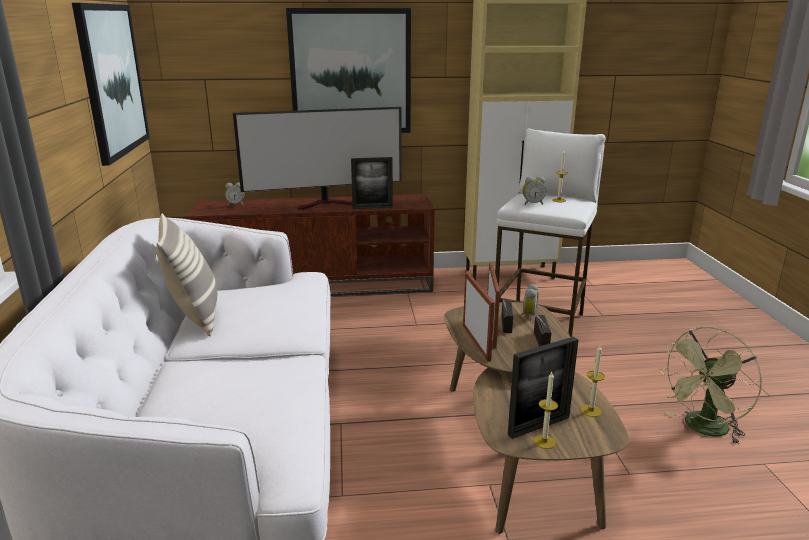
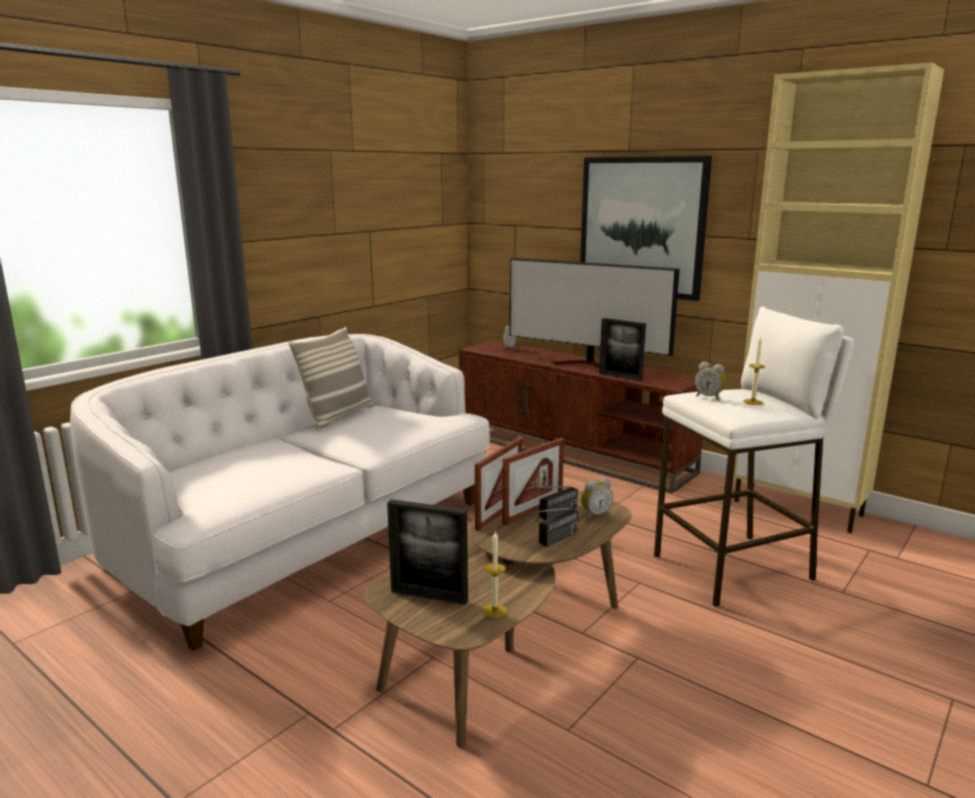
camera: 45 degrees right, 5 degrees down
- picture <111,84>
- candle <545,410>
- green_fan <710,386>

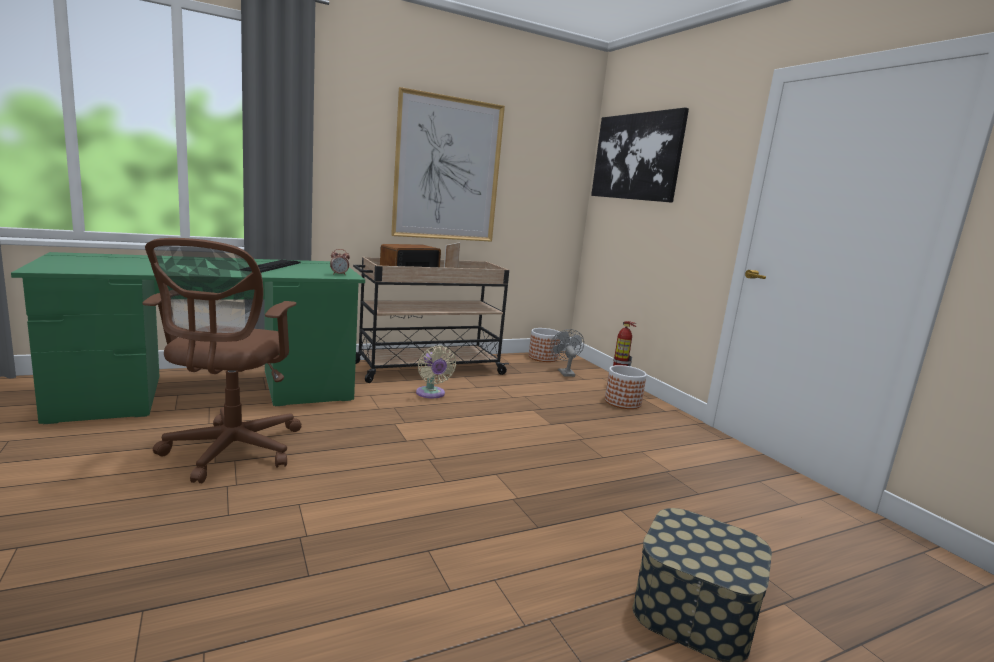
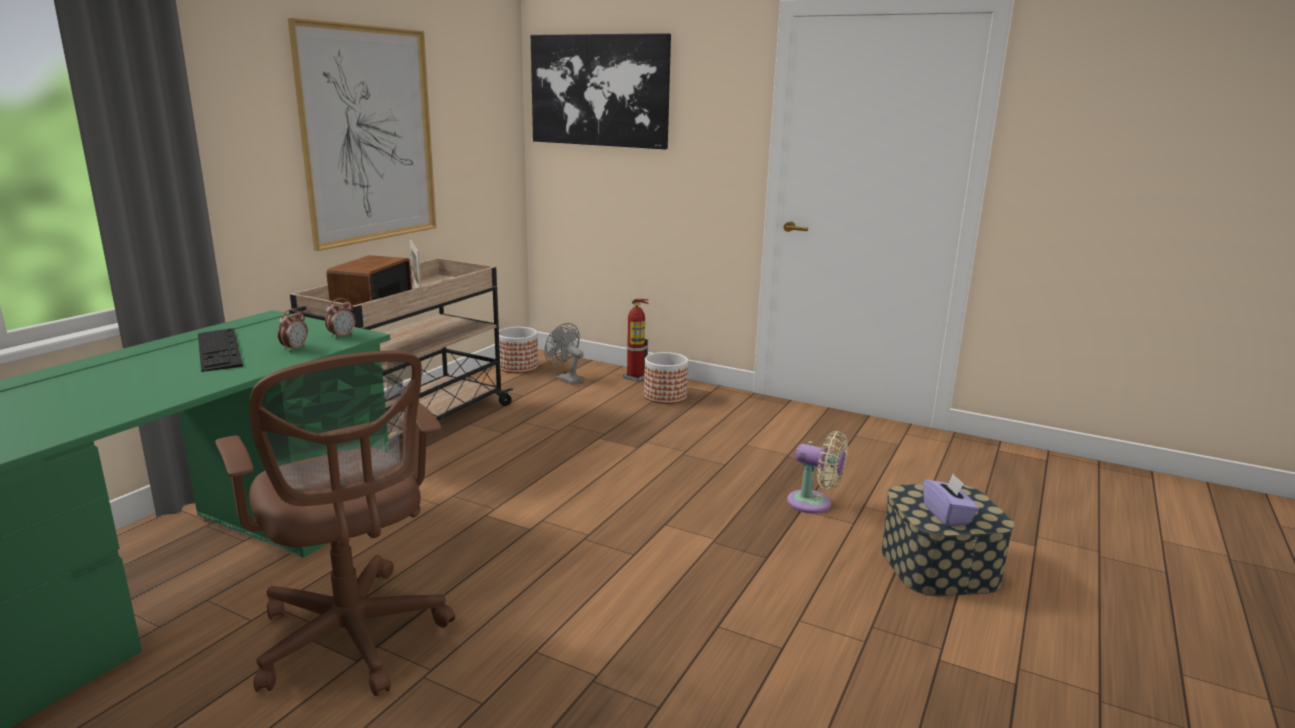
camera: 35 degrees left, 5 degrees up
~ beige_fan <436,371> to <817,472>
+ alarm_clock <293,330>
+ purple_tissue_box <951,500>

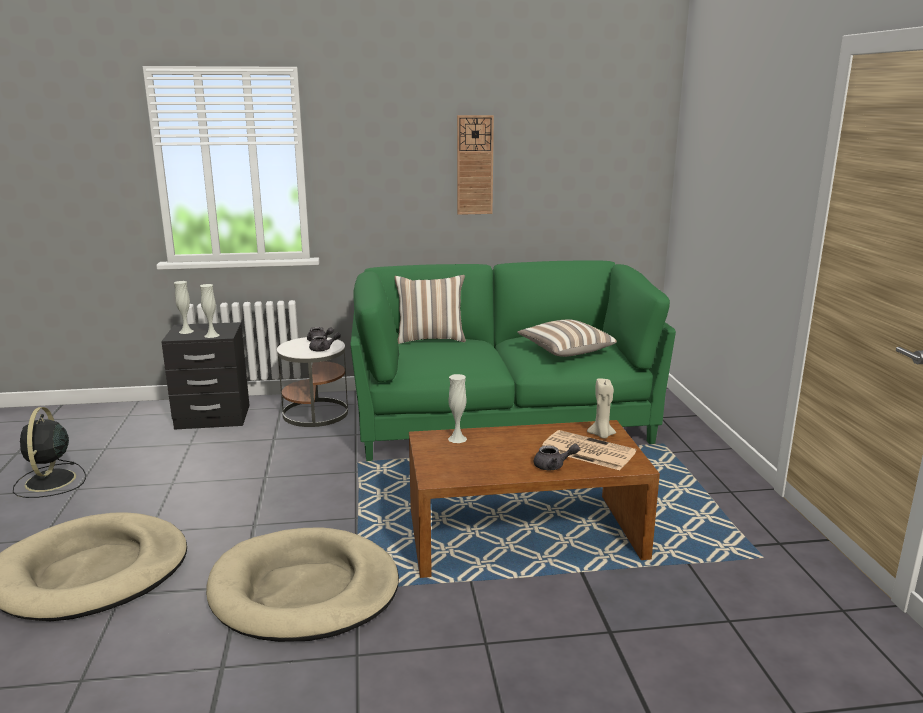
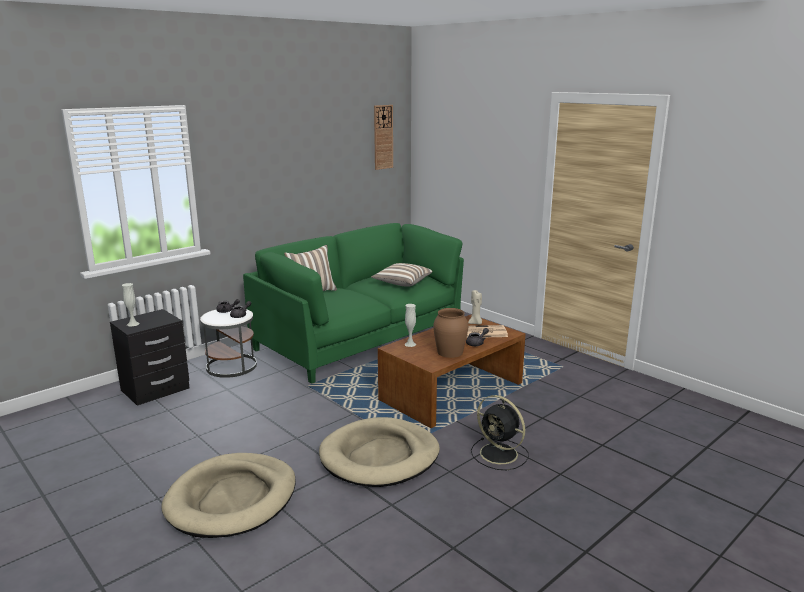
camera: 35 degrees left, 0 degrees up
~ black_fan <49,452> to <500,432>
- white_vase <210,311>
~ wall_clock <475,165> to <383,137>
+ brown_vase <450,333>

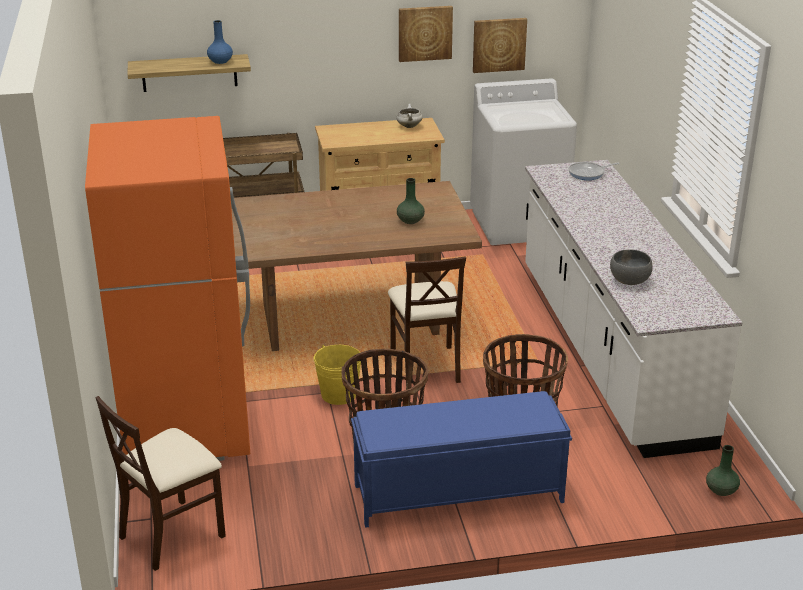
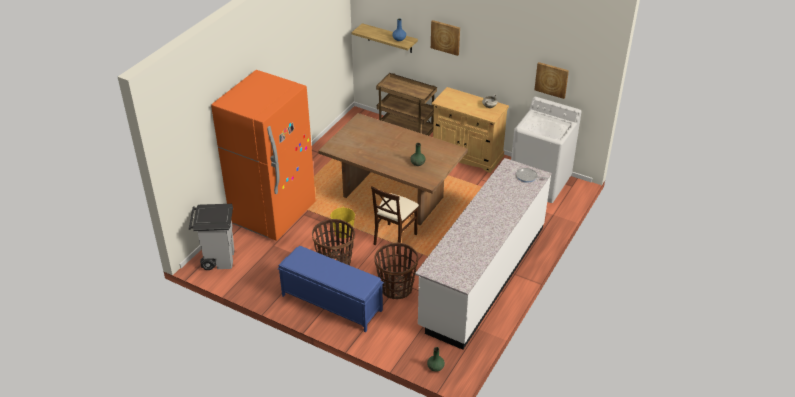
camera: 40 degrees right, 10 degrees up
~ beige_chair <160,483> to grey_trash_can <212,237>
~ picture <426,34> to <445,38>
- grey_bowl <631,267>

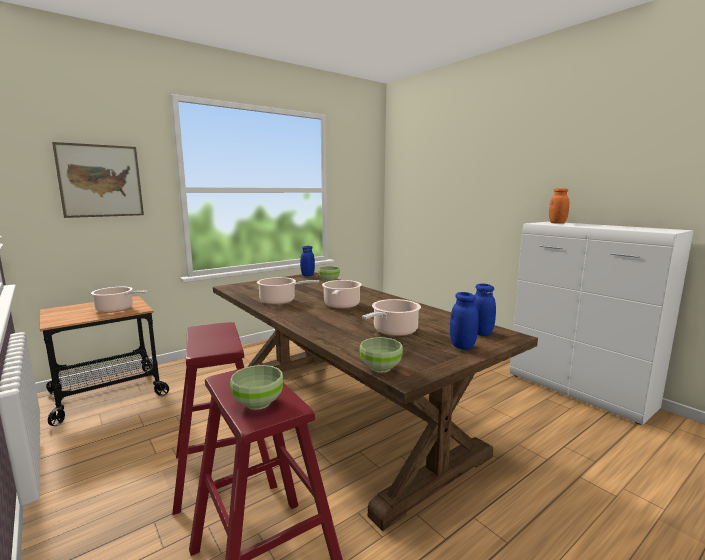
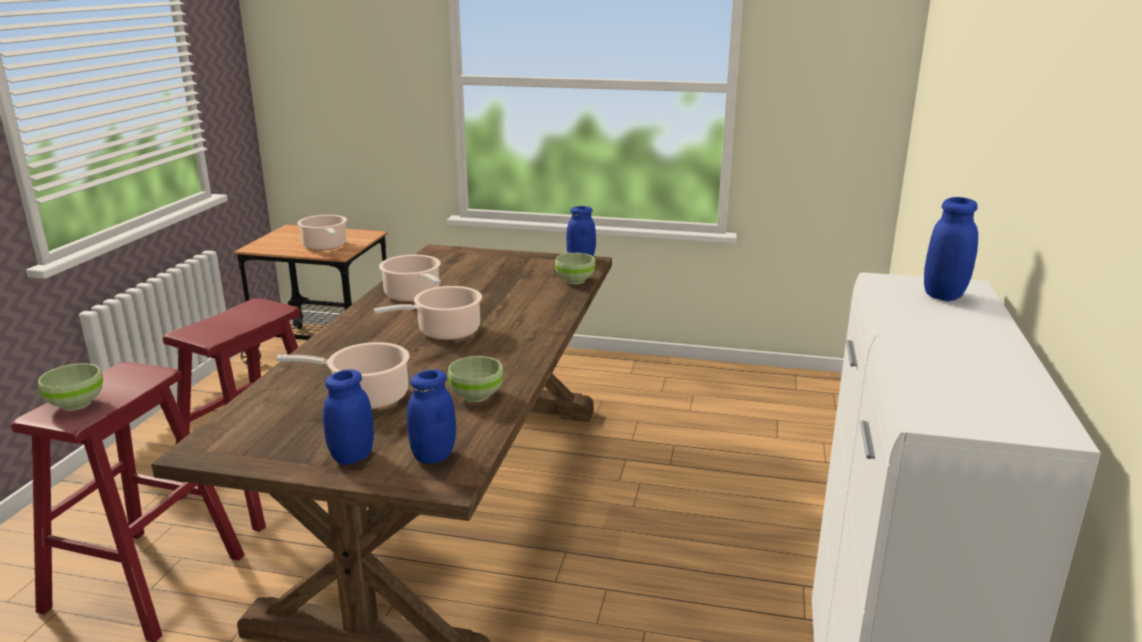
camera: 50 degrees right, 10 degrees up
- picture <98,180>
~ green_bowl <381,354> to <475,379>
~ orange_jar <559,206> to blue_jar <951,249>

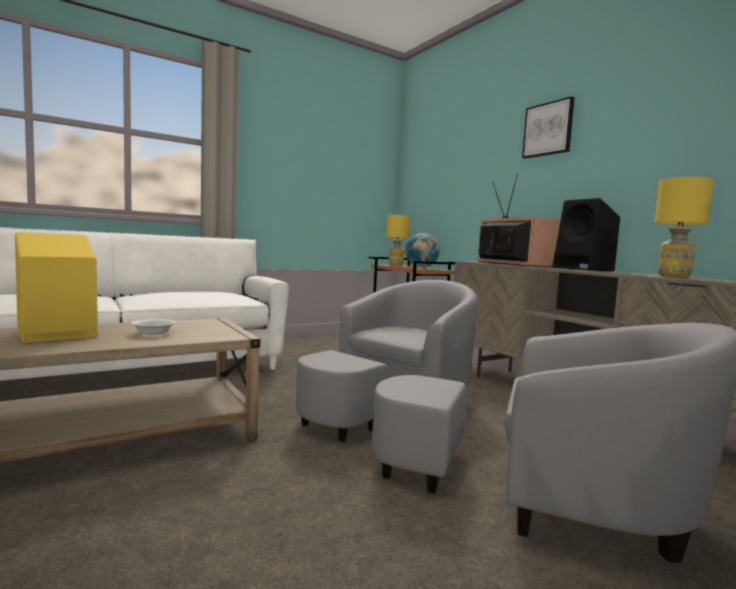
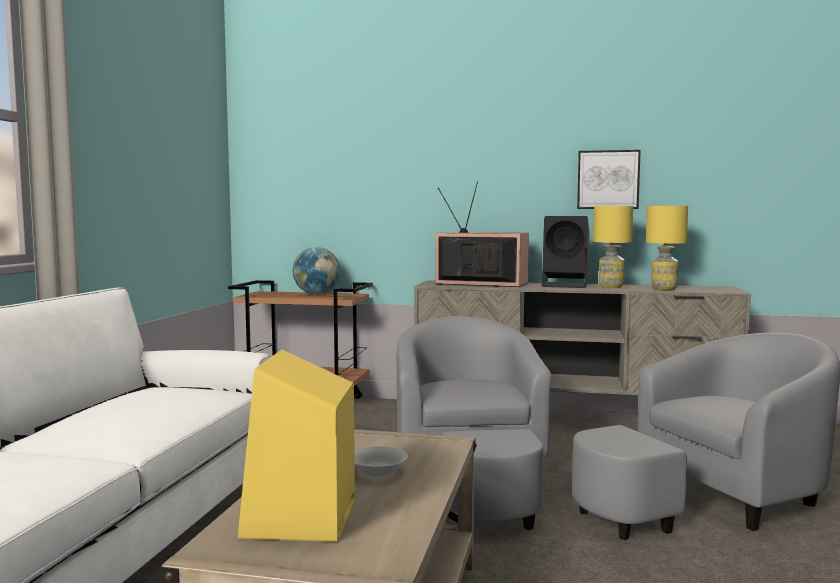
camera: 45 degrees left, 0 degrees up
~ yellow_table_lamp <398,240> to <613,247>
~ picture <548,127> to <609,179>

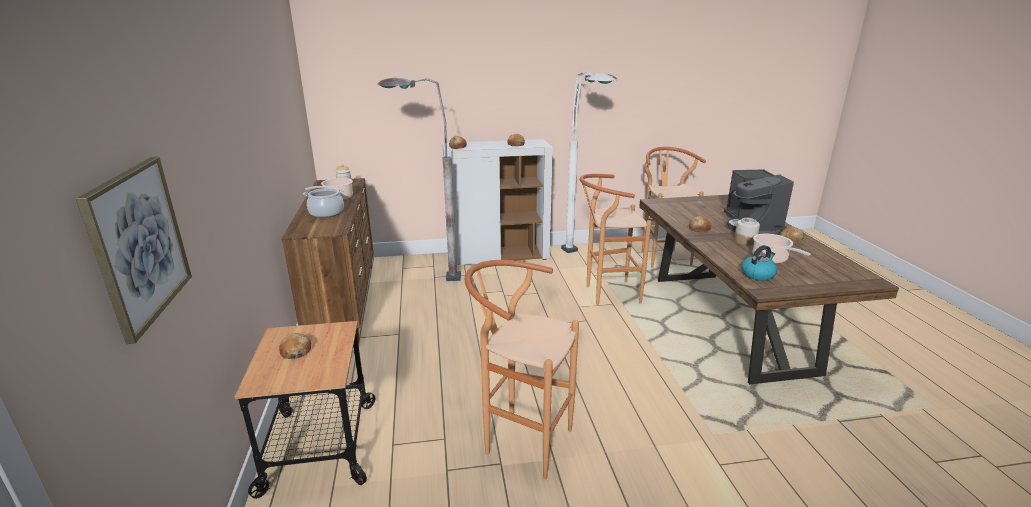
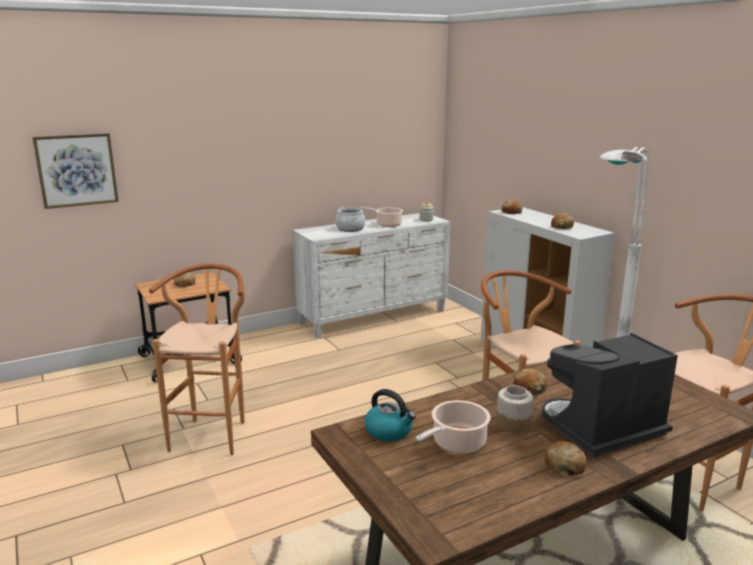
camera: 70 degrees right, 5 degrees down
~ brown_dresser <328,260> to white_dresser <371,276>
- grey_floor_lamp <419,179>

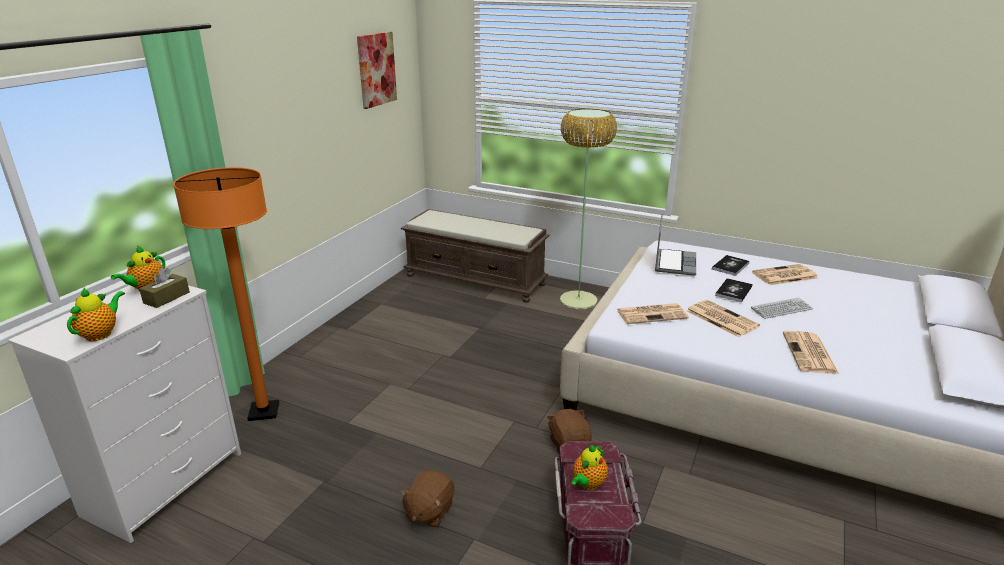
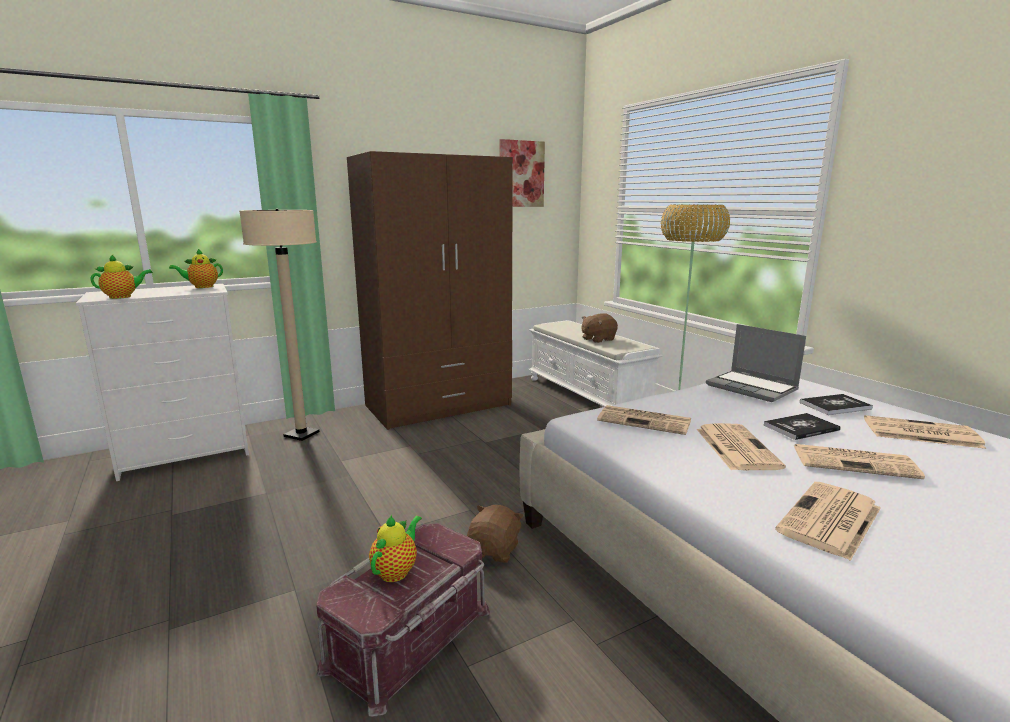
camera: 35 degrees right, 10 degrees down
- brown_tissue_box <164,288>
~ orange_floor_lamp <226,294> to beige_floor_lamp <279,325>
~ brown_plush_toy <427,499> to <599,328>
~ brown_bench <475,256> to white_bench <595,363>
~ teapot <589,467> = <395,548> 135 degrees clockwise
~ laptop <675,245> = <756,363> 90 degrees clockwise
~ keyboard <782,308> to newspaper <859,461>
+ brown_wardrobe <430,290>

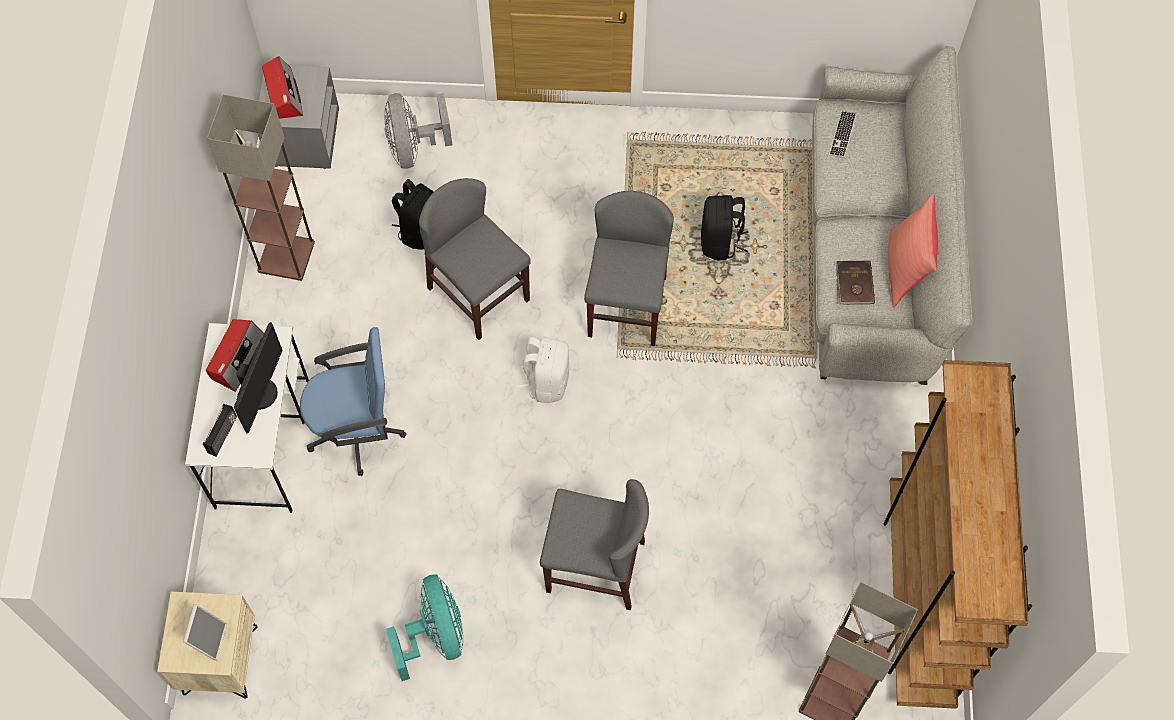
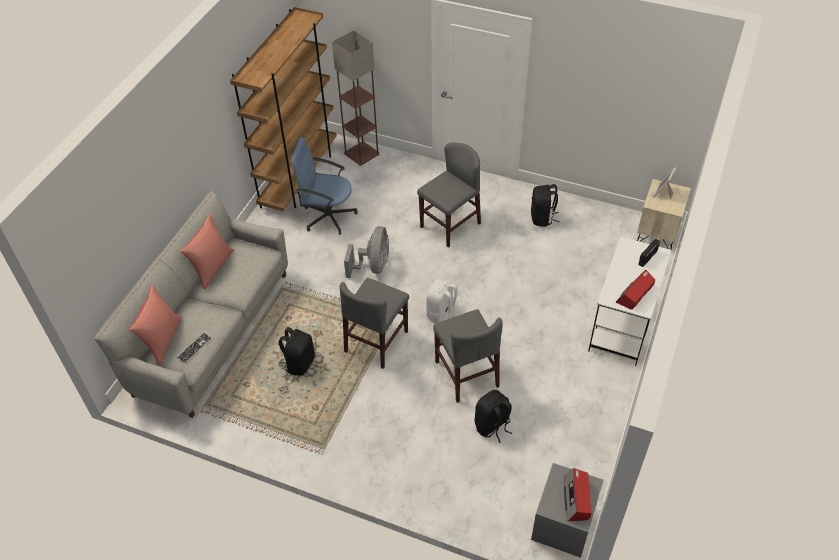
camera: 160 degrees left, 15 degrees down
- floor_lamp <261,187>
- monitor <258,378>
~ blue_office_chair <353,401> to <324,186>
~ grey_fan <418,130> to <366,252>
~ turquoise_fan <424,627> to black_backpack <545,205>
~ grey_chair <594,544> = <449,194> 105 degrees clockwise
- brown_book <855,283>
+ red_pillow <155,324>

